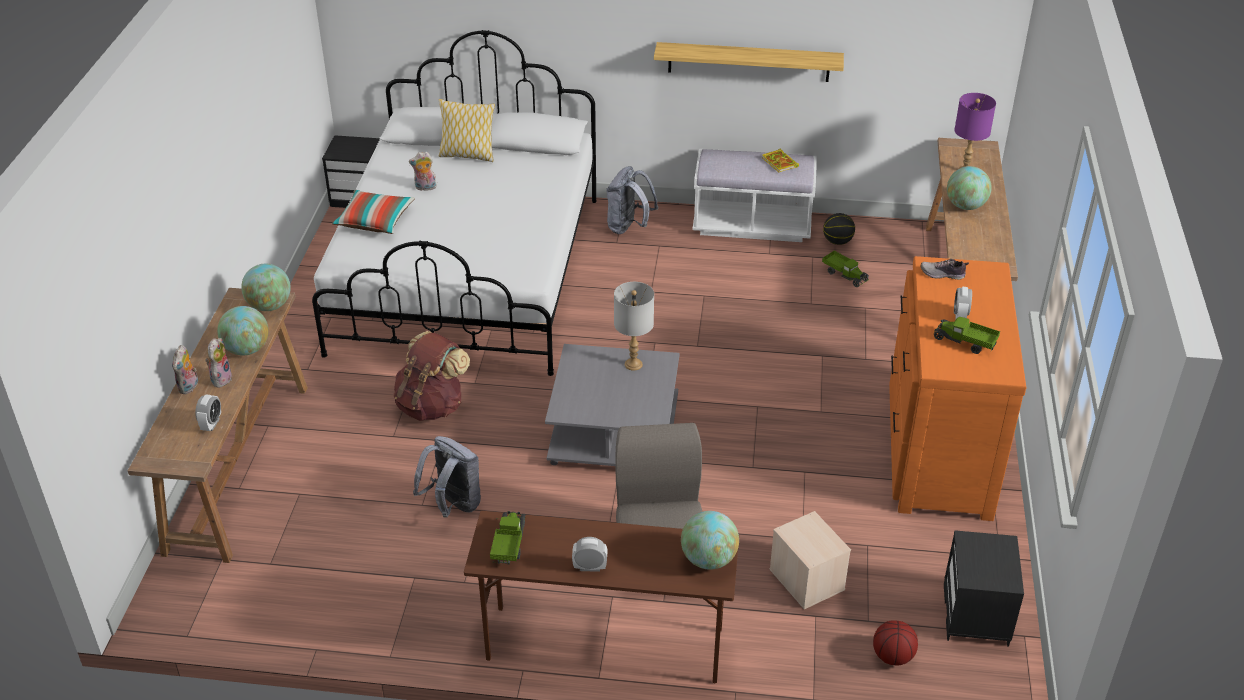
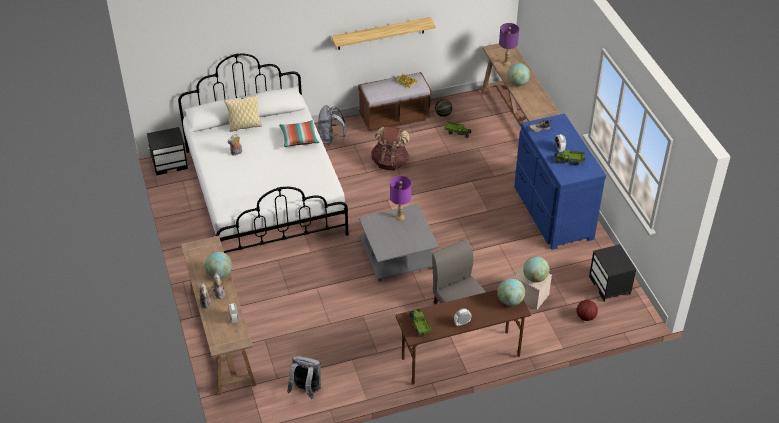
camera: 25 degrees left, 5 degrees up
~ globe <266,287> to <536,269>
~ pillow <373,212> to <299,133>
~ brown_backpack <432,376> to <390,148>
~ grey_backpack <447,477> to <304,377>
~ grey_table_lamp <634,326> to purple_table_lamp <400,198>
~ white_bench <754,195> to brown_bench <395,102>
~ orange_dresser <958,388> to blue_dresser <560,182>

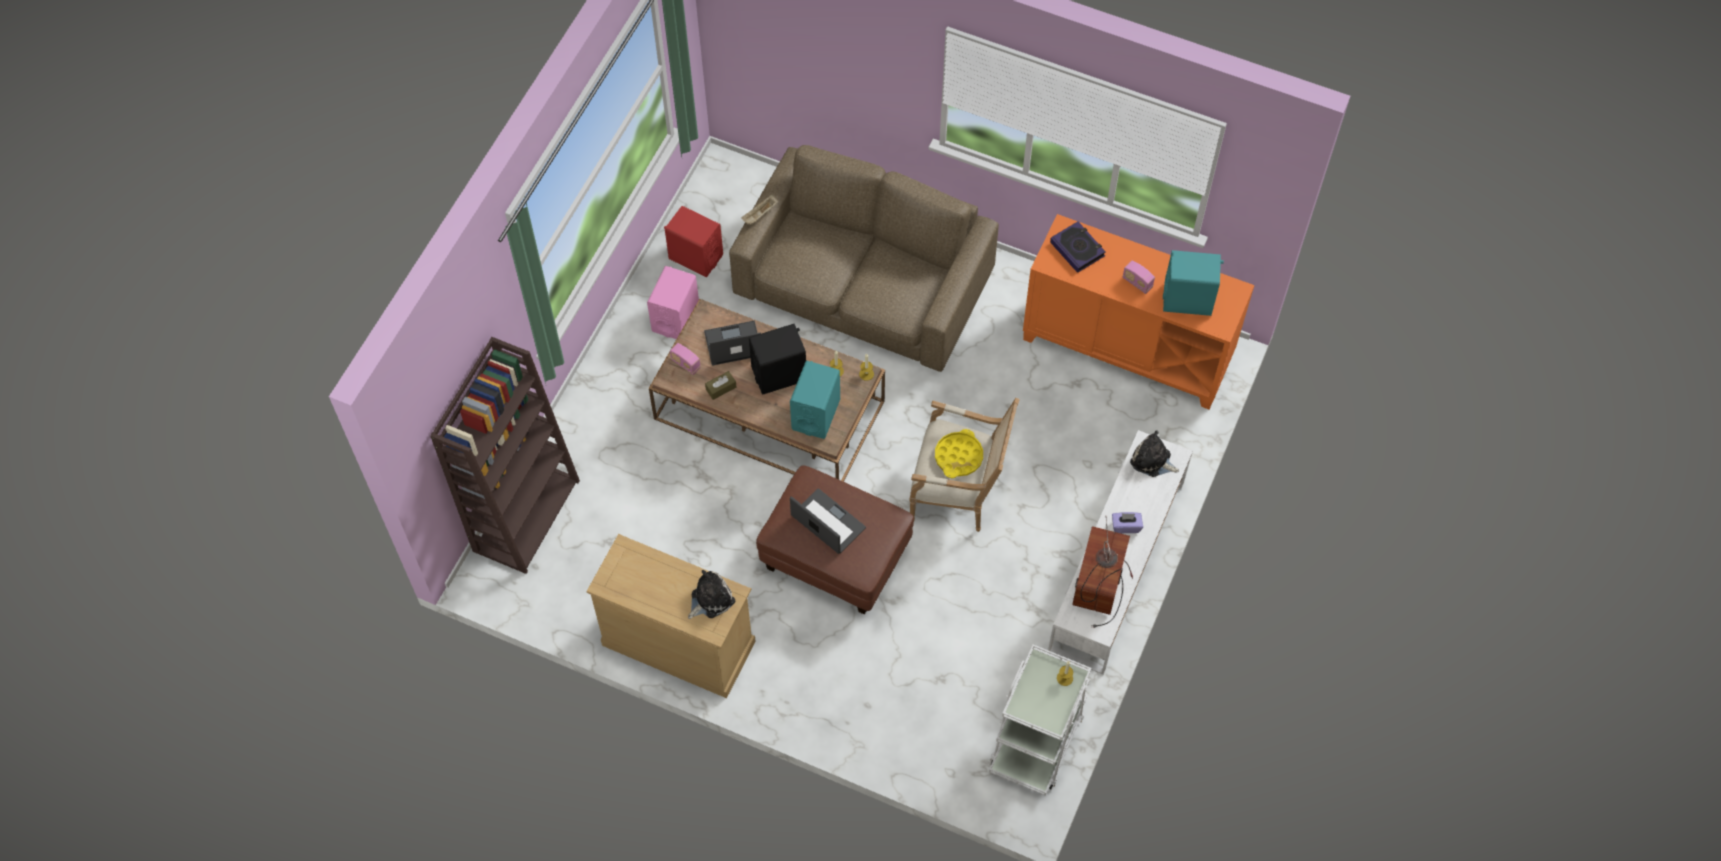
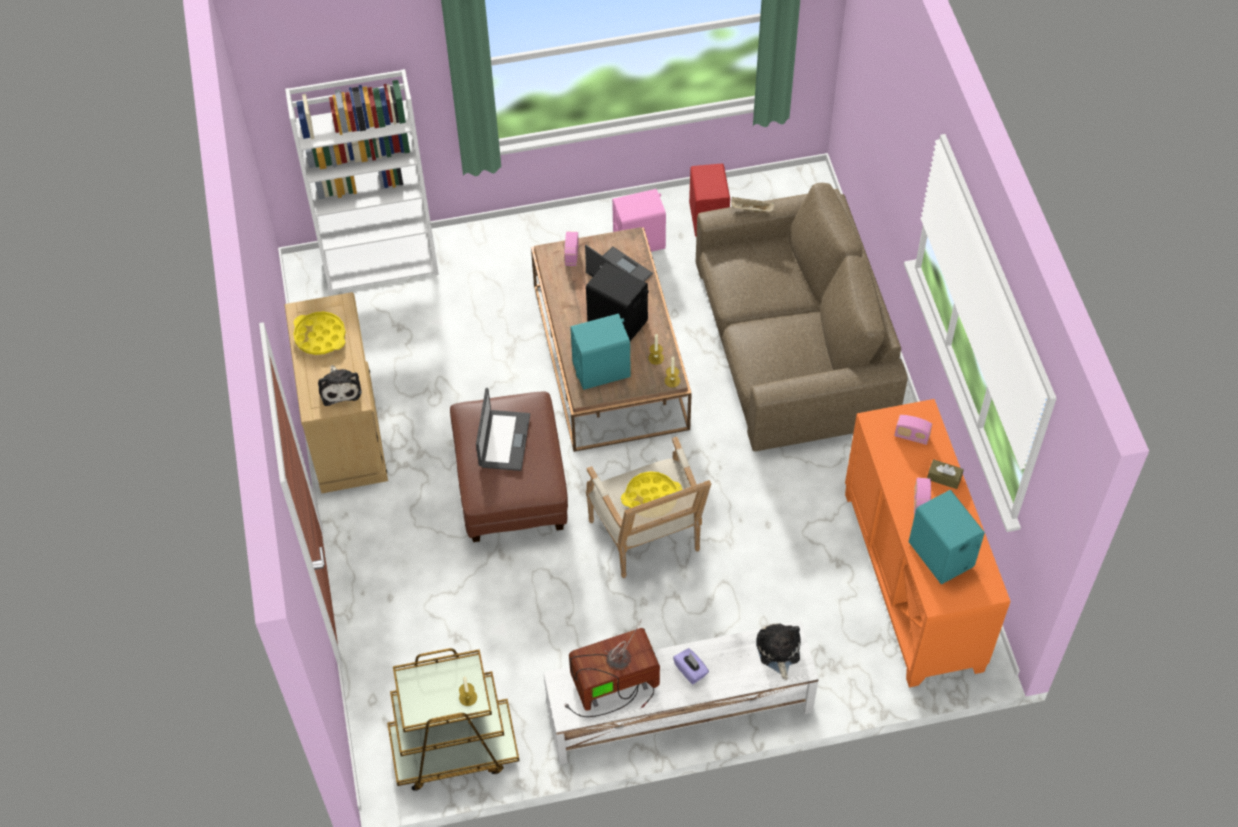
camera: 55 degrees right, 5 degrees down
~ brown_bookcase <505,455> to white_bookcase <362,181>
~ plush_toy <711,594> = <340,385> 60 degrees clockwise
~ brown_tissue_box <721,385> to <945,474>
~ white_cart <1040,720> to brown_cart <453,719>
~ book <1078,247> to radio <913,430>
+ yellow_tray <319,333>

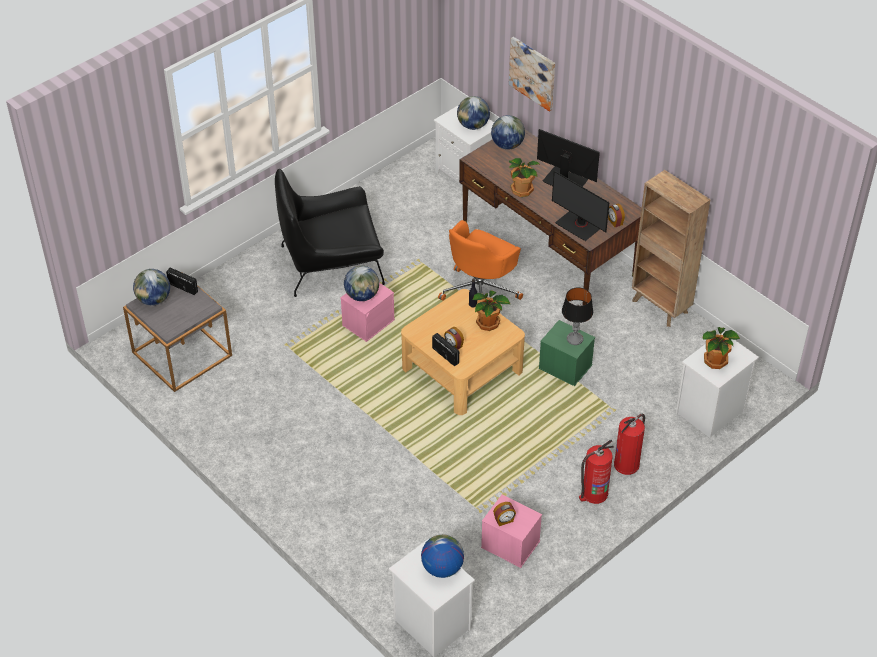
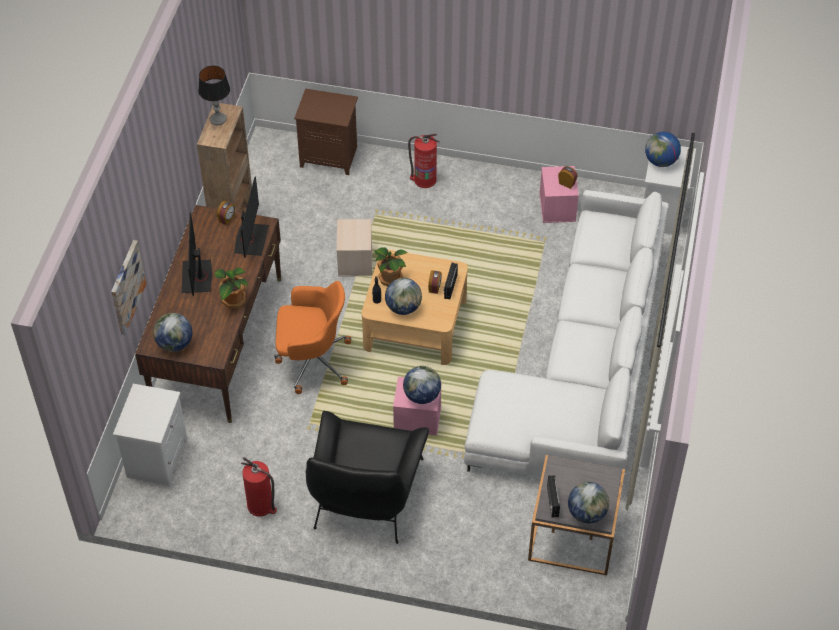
camera: 125 degrees left, 5 degrees up
~ black_armchair <330,233> = <367,477> 60 degrees clockwise
~ globe <473,113> to <403,296>
~ green_storage_box <567,353> to beige_storage_box <354,248>
~ table_lamp <577,316> to <214,95>
~ fire_extinguisher <596,472> to <259,486>
~ white_nightstand <717,384> to brown_nightstand <326,132>
- potted_plant <721,348>
+ white_sofa <566,333>

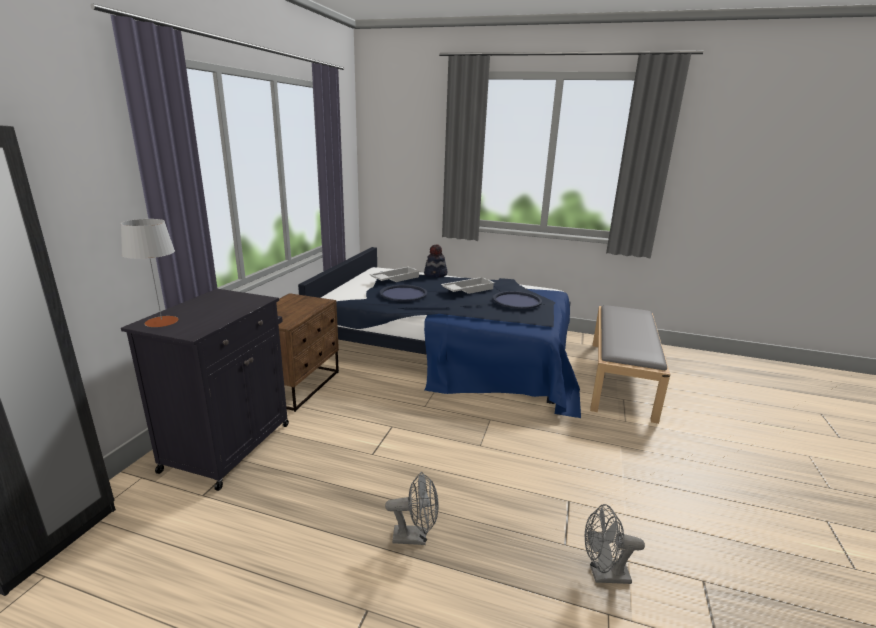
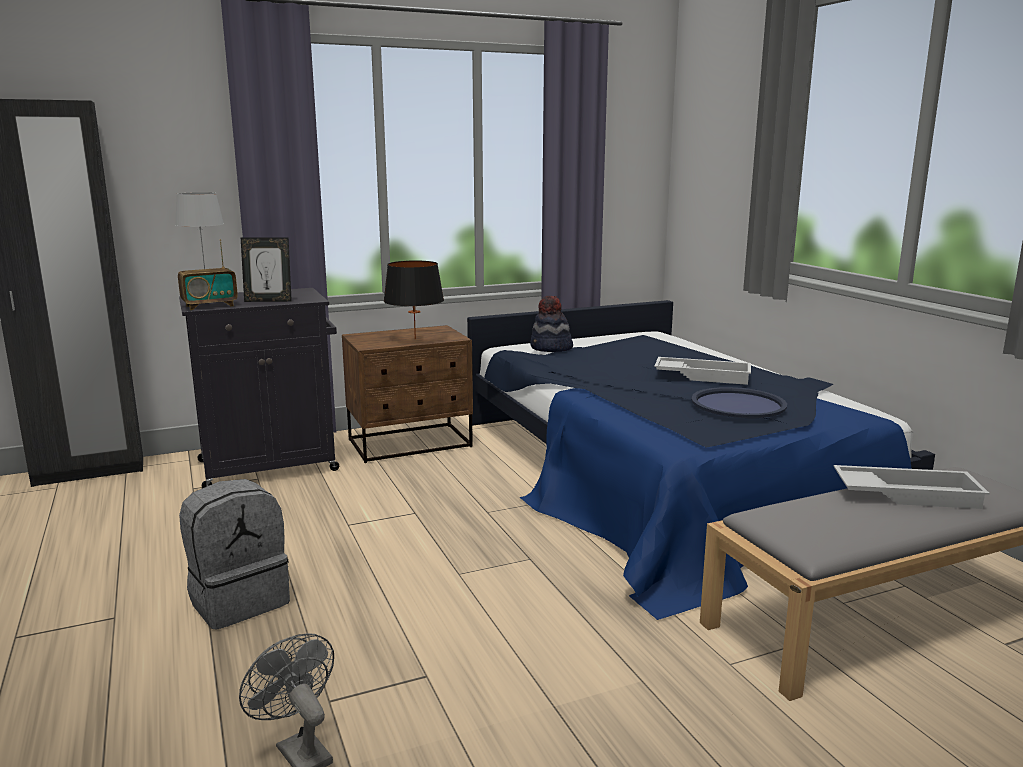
camera: 50 degrees right, 5 degrees down
~ white_tray <395,274> to <912,487>
- blue_tray <403,293>
~ grey_fan <412,508> to grey_backpack <234,554>
~ hat <435,261> to <551,324>
+ radio <208,274>
+ picture_frame <266,269>
+ black_table_lamp <413,299>

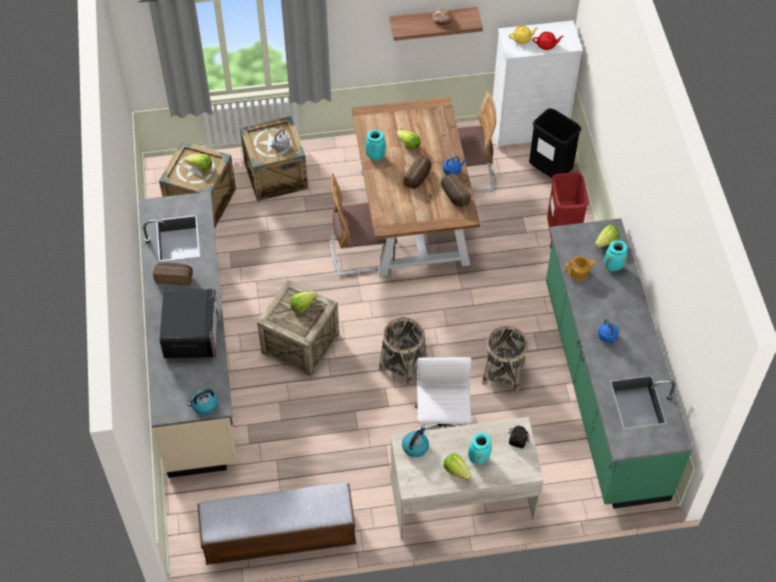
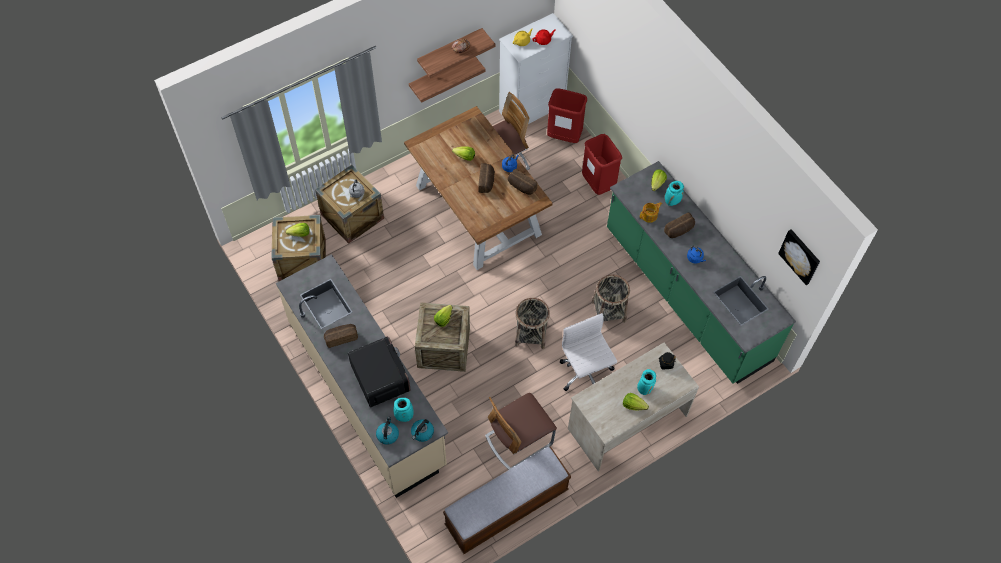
camera: 25 degrees left, 5 degrees up
~ chair <364,224> to <521,431>
~ turquoise_vase <375,145> to <403,410>
~ kettle <415,441> to <387,431>
~ black_trash_can <555,143> to red_trash_can <567,115>
+ shelf <447,79>
+ bread <679,225>
+ picture <799,257>

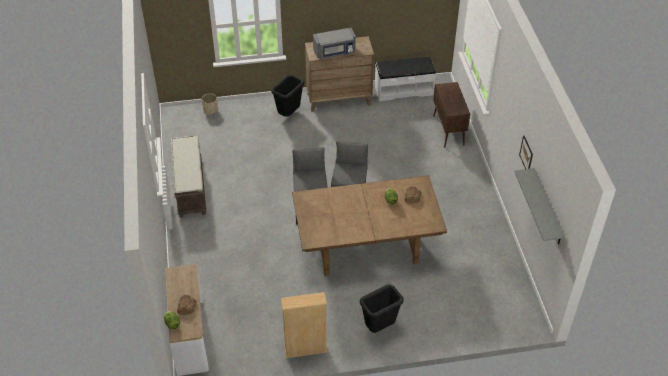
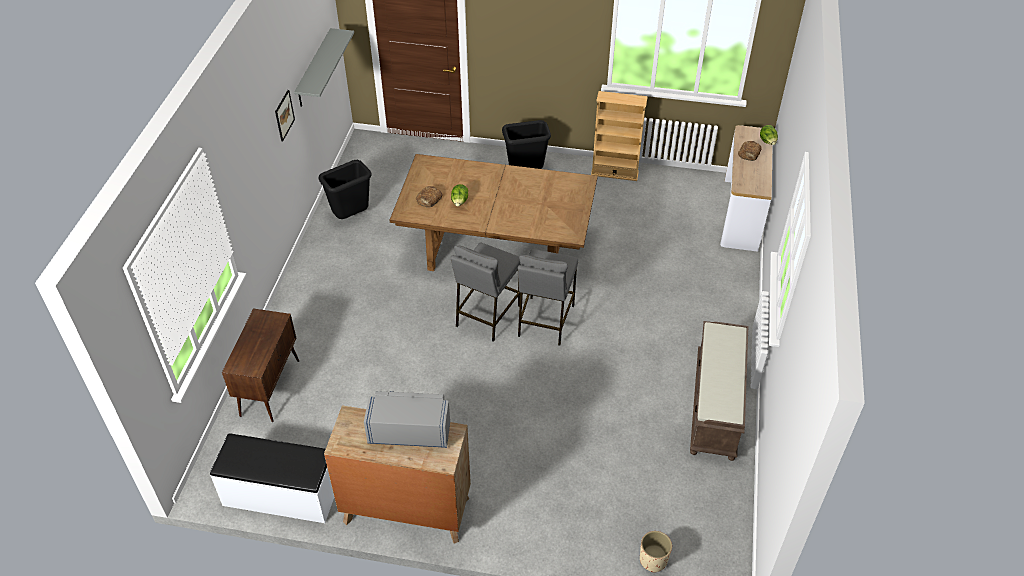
camera: 160 degrees left, 0 degrees up
~ black_trash_can <287,96> to <345,189>

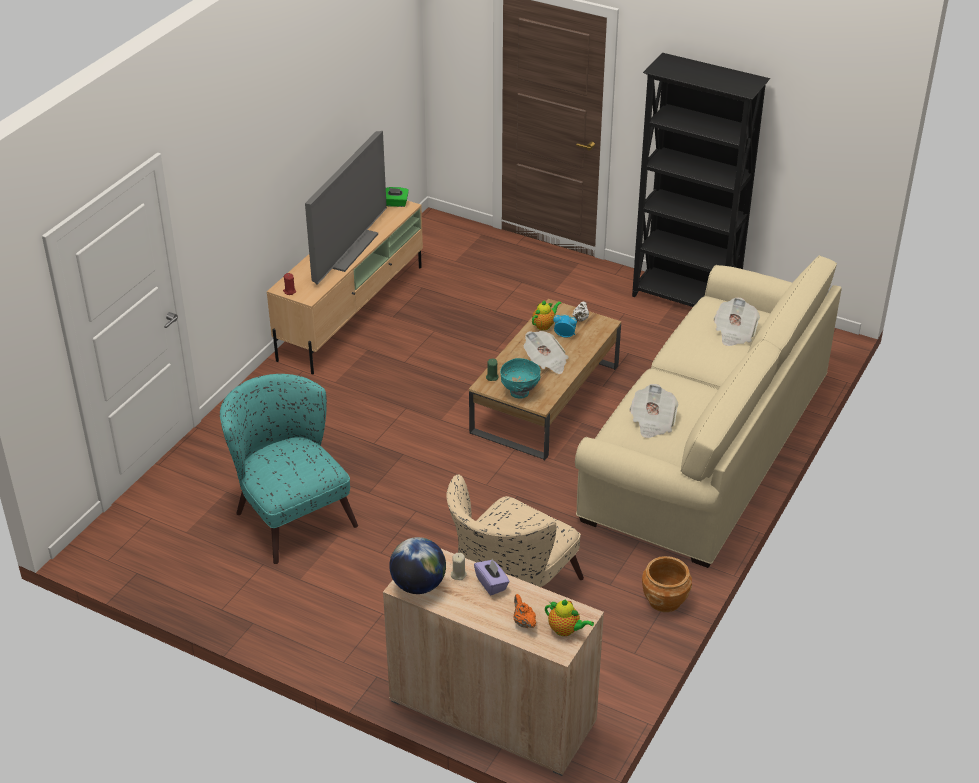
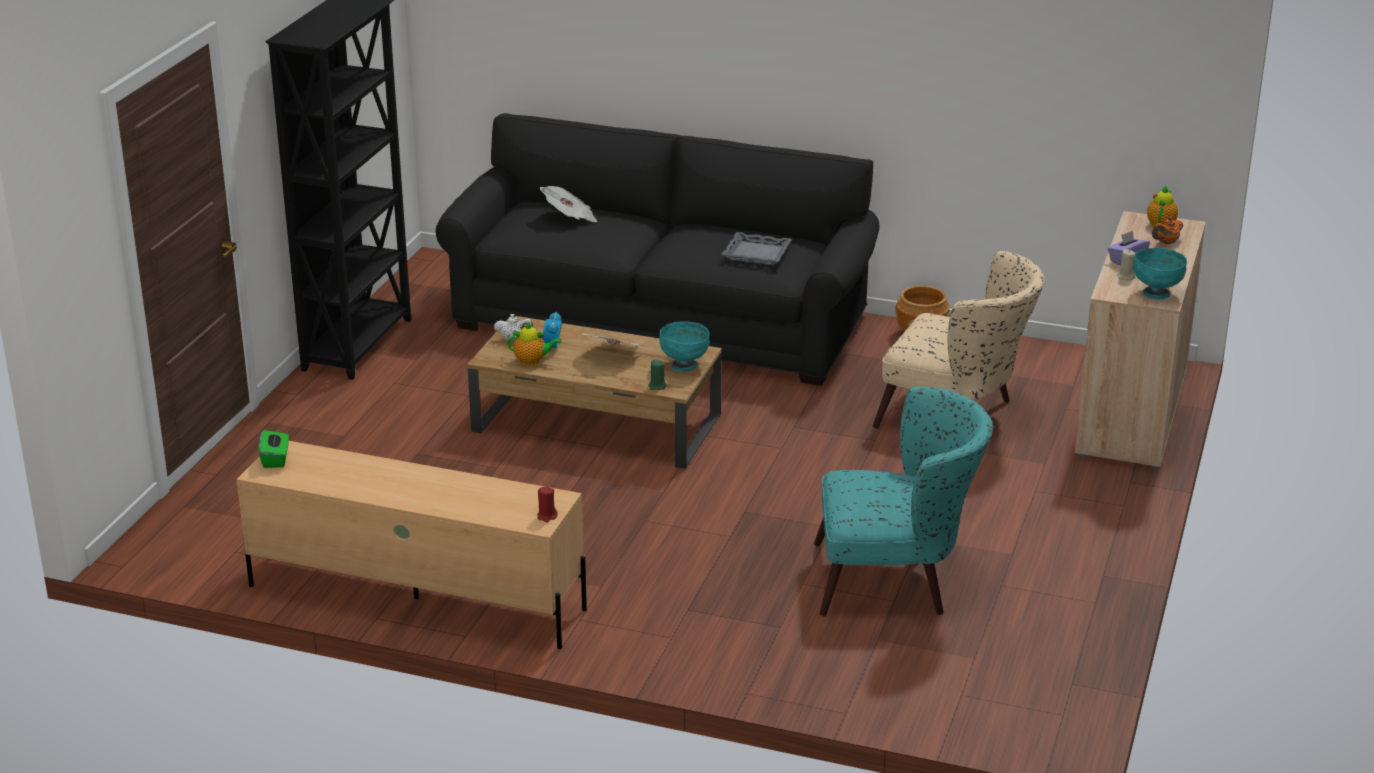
camera: 100 degrees left, 10 degrees down
~ turquoise_armchair <289,469> = <903,501> 135 degrees counterclockwise
- television <346,208>
~ globe <417,565> to turquoise_bowl <1160,273>
~ teapot <546,315> = <534,344> 150 degrees clockwise
~ beige_sofa <708,411> to black_sofa <658,249>
~ newspaper <653,411> to grey_tray <756,248>

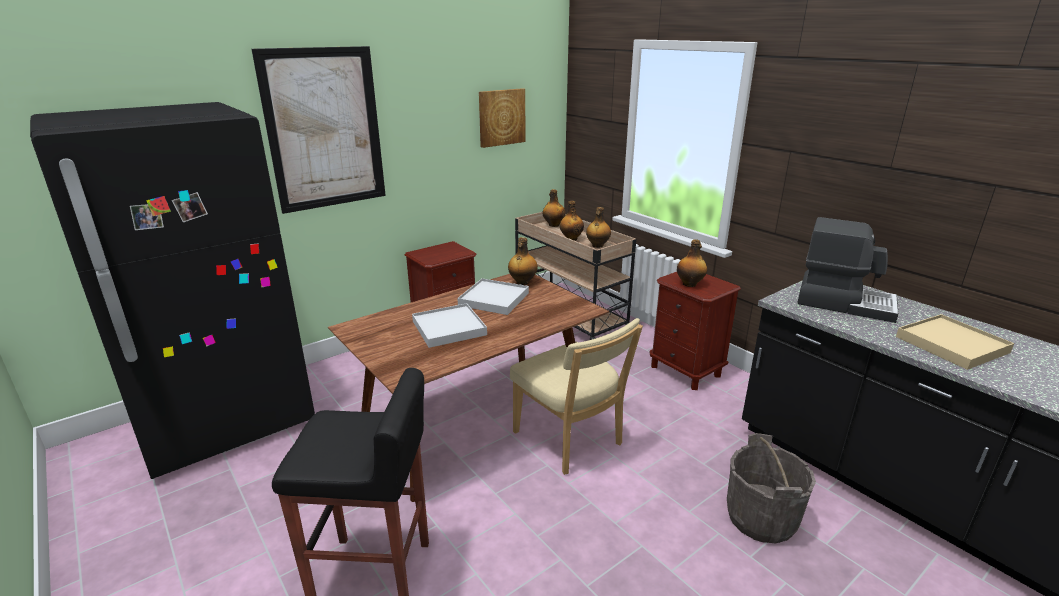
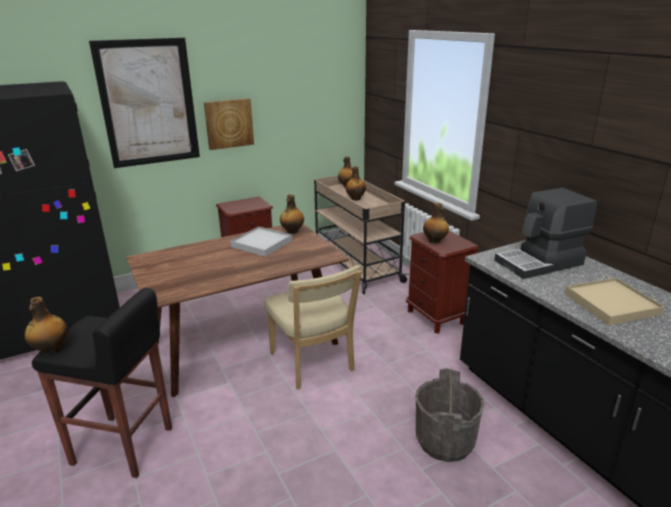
camera: 10 degrees right, 0 degrees up
- white_tray <449,325>
~ picture <502,118> to <229,124>
~ bottle <598,227> to <46,326>
~ coffee_machine <847,270> = <545,233> 120 degrees clockwise

